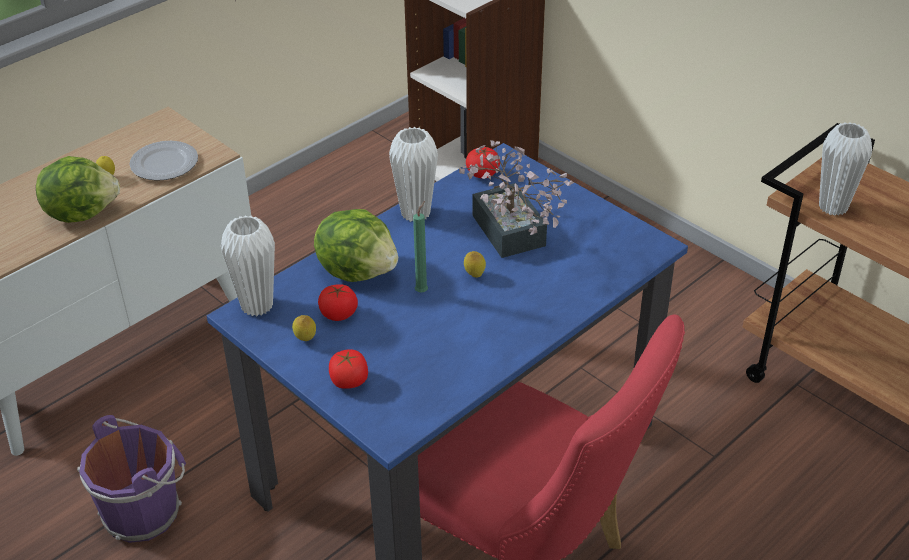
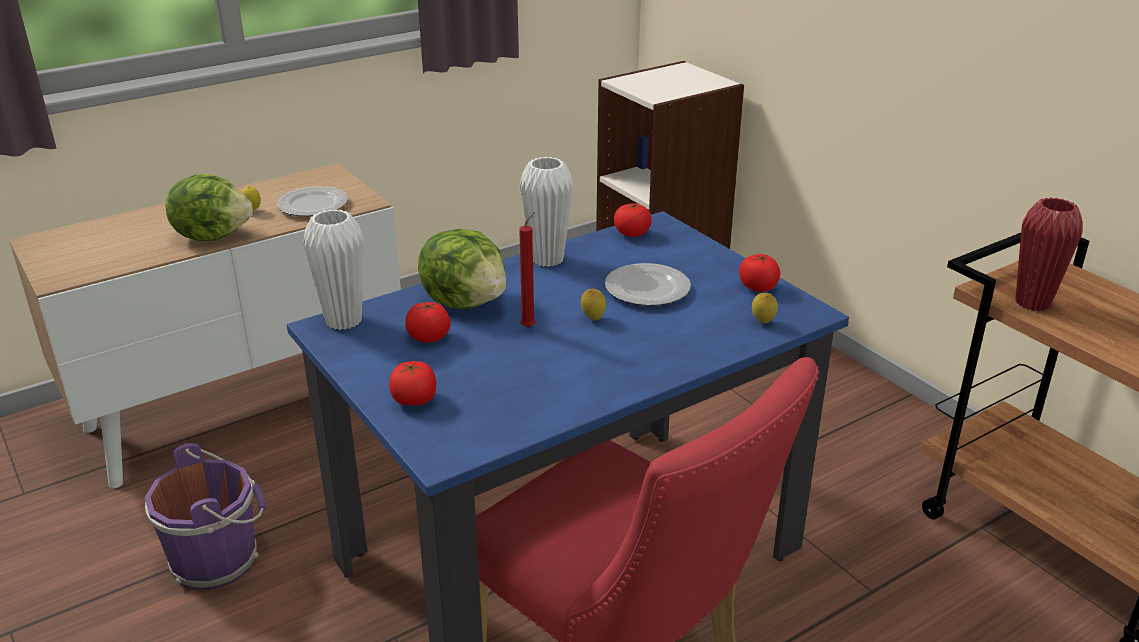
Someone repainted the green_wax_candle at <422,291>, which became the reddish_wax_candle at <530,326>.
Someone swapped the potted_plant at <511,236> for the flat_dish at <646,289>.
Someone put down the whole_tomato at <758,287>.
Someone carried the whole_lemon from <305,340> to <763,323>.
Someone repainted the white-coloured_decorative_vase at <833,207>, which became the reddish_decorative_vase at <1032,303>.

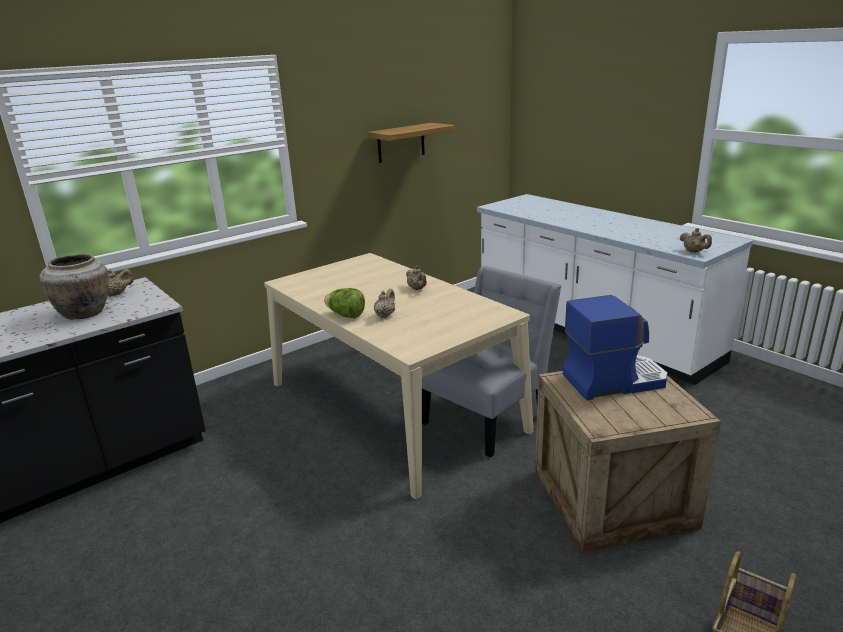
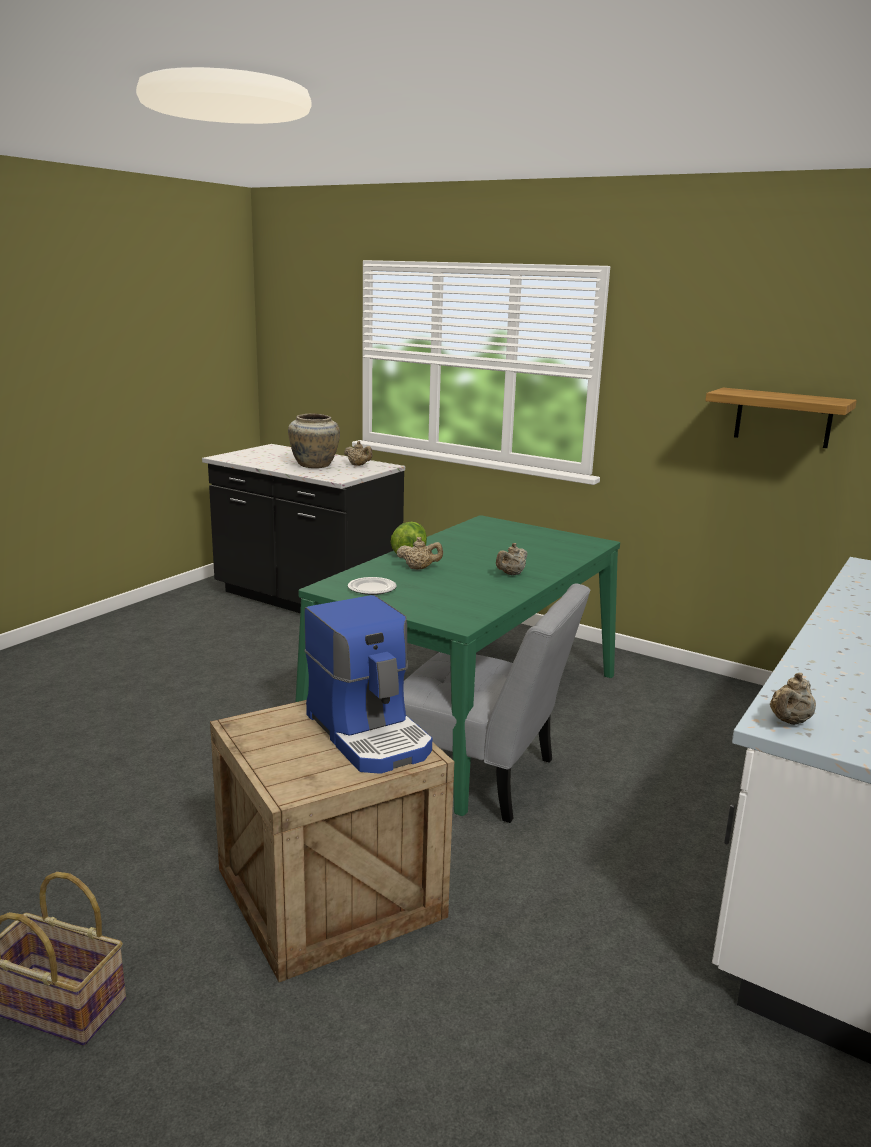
Someone repainted the beige_kitchen_table at <393,406>, which became the green_kitchen_table at <468,708>.
Someone put down the flat_dish at <371,588>.

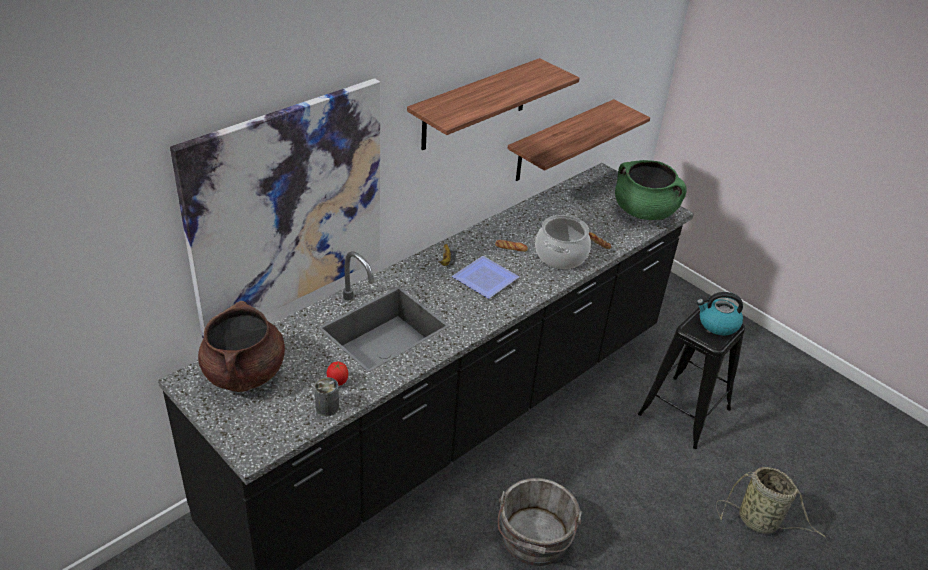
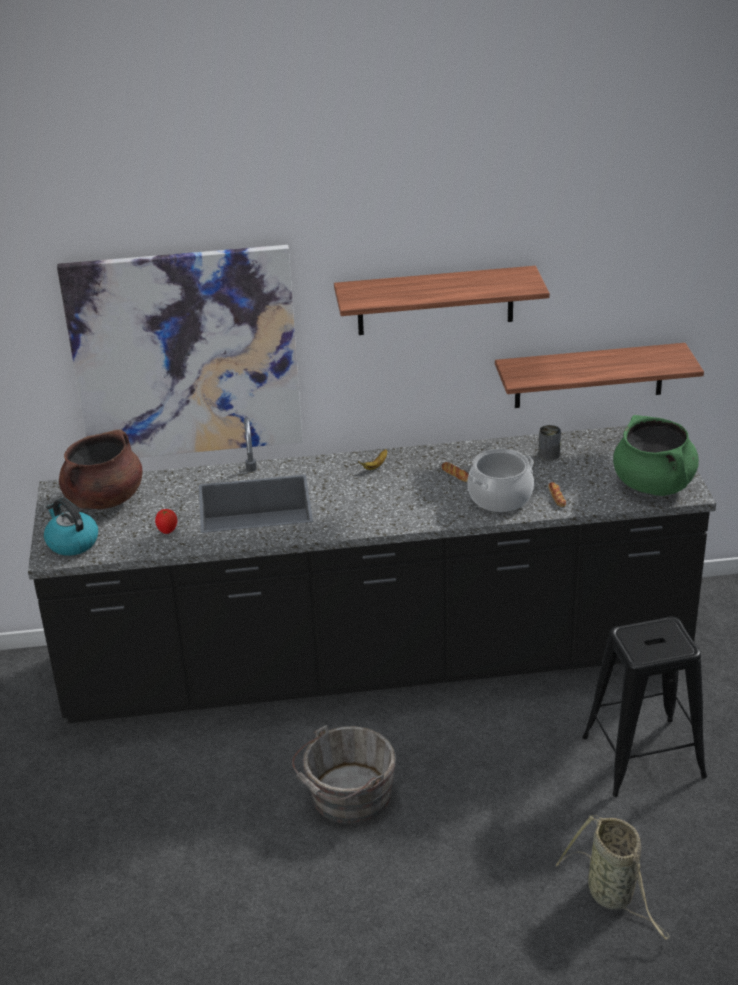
Someone carried the tea_kettle from <717,324> to <72,543>.
Someone carried the metal_can from <327,407> to <549,455>.
Someone took away the flat_dish at <483,279>.

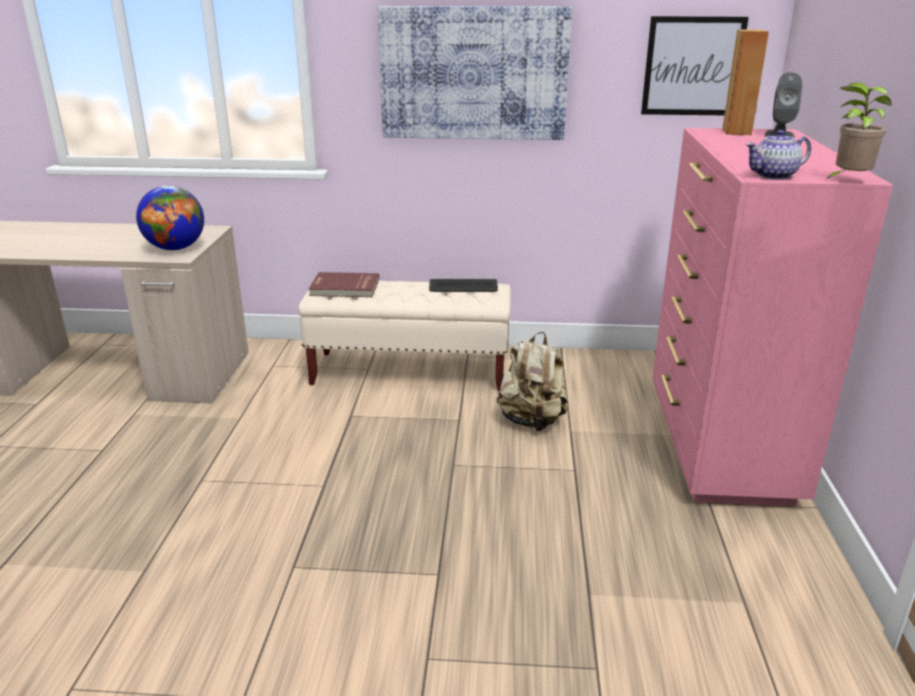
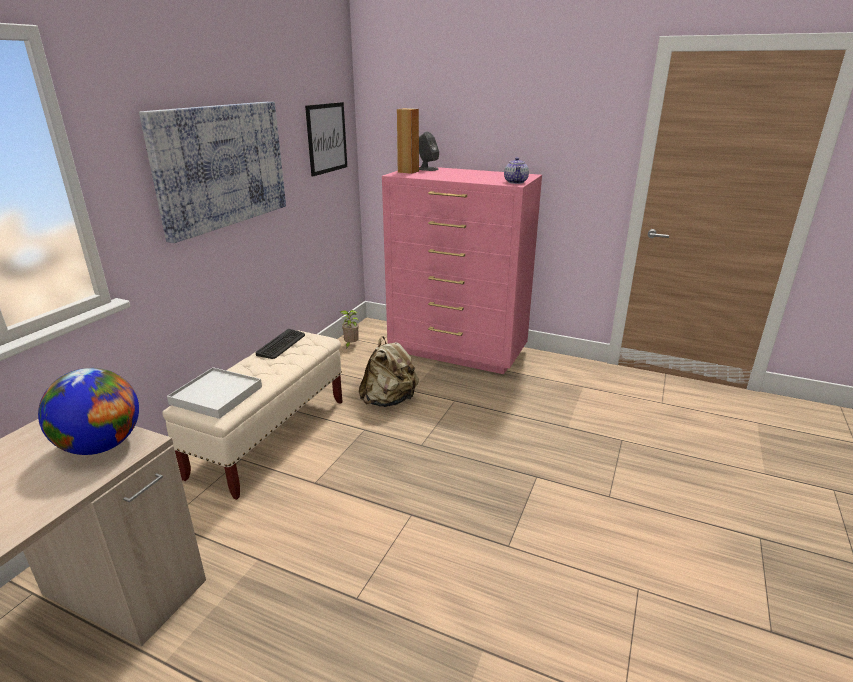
Someone swapped the reddish_volume at <344,288> for the white-coloured_carrying_tray at <217,395>.
Someone carried the potted_plant from <847,181> to <350,345>.

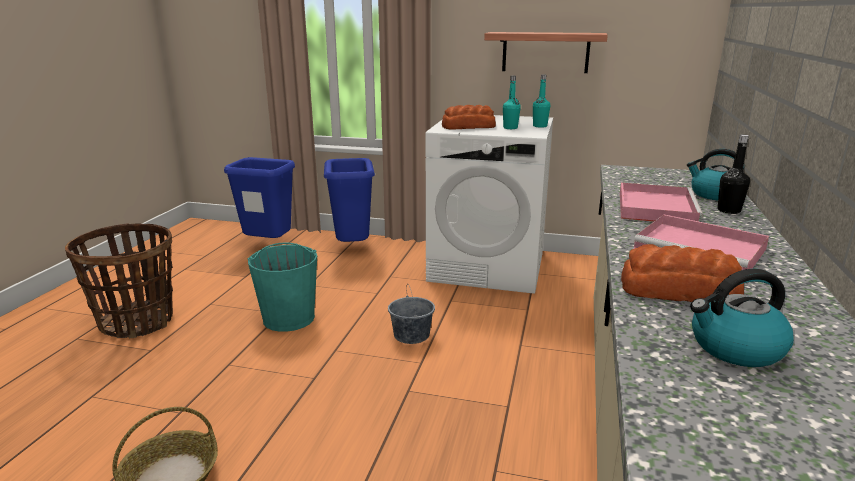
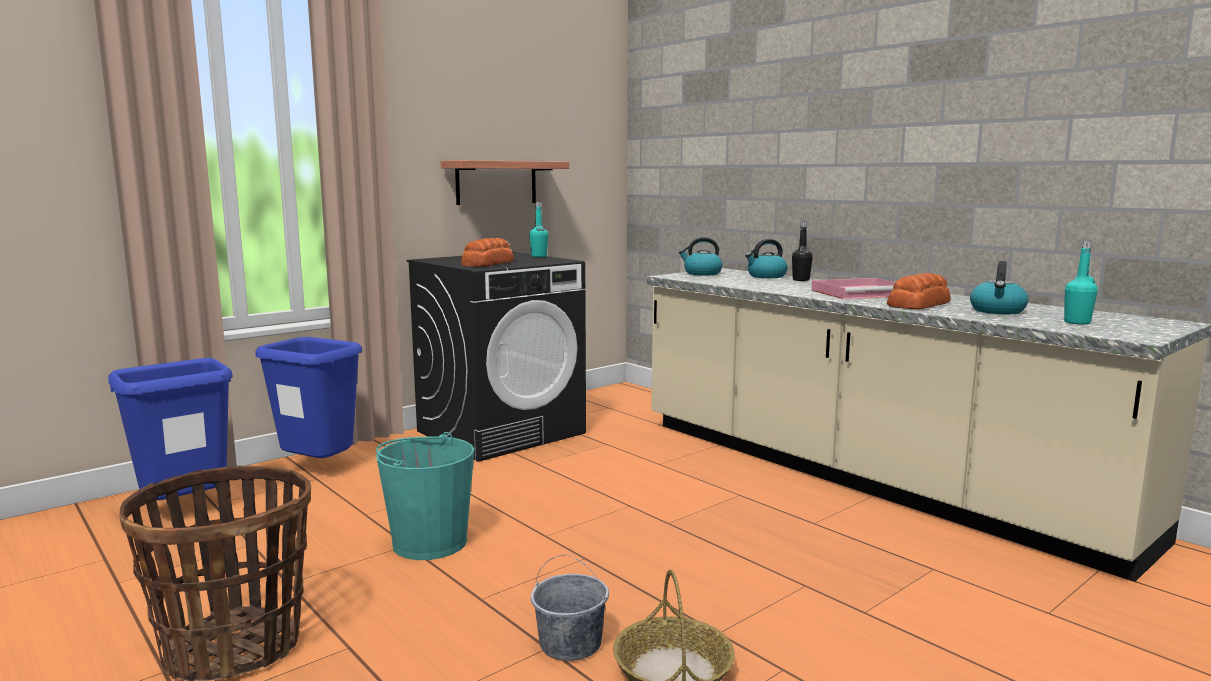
Someone repainted the white-coloured_laundry_machine at <488,267>, which became the black-coloured_laundry_machine at <501,432>.
Someone carried the gray_pail from <411,335> to <571,644>.
Someone put down the tea_kettle at <702,273>.
Someone carried the turquoise_beverage_bottle from <510,128> to <1077,322>.
Someone took away the pink-coloured_carrying_tray at <655,207>.

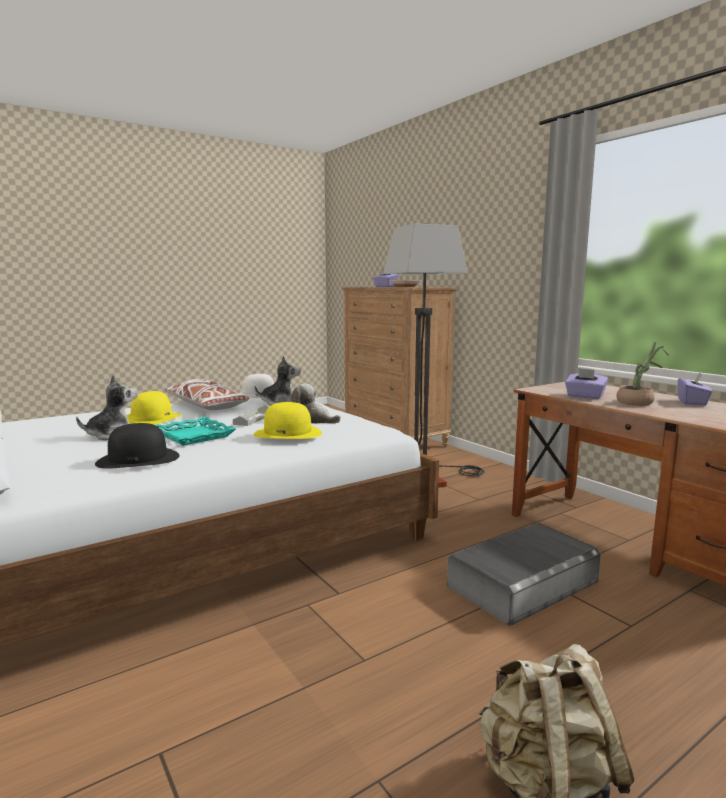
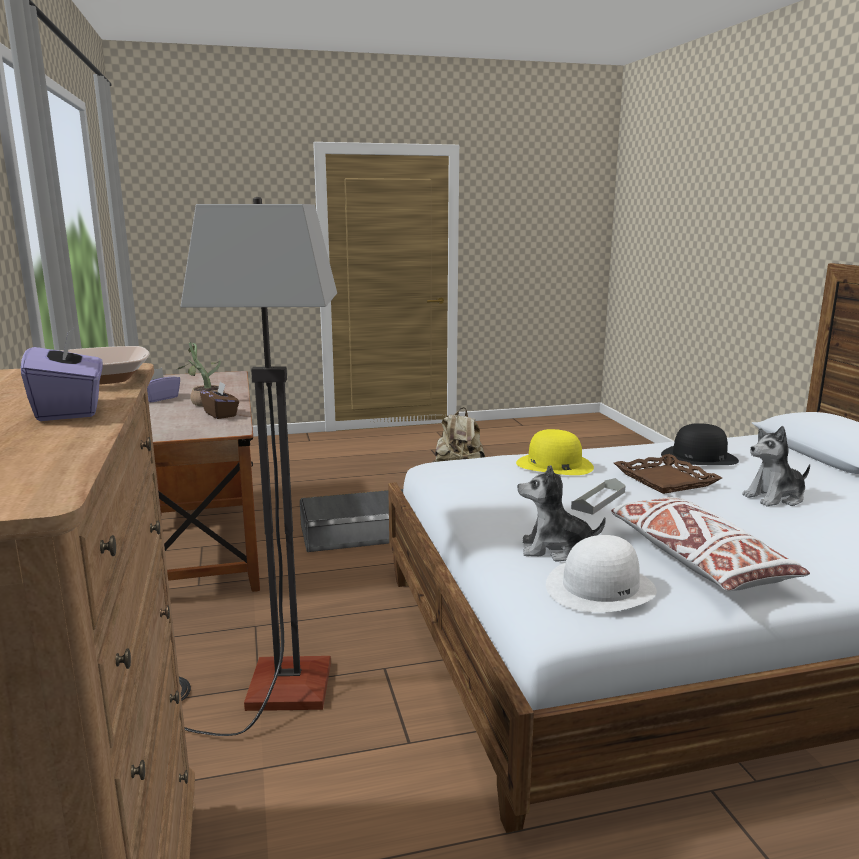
Someone repainted the purple-coloured_box_of_tissues at <584,396>, which became the brownish_box_of_tissues at <221,414>.
Someone repainted the turquoise_carrying_tray at <193,436>, which became the brownish_carrying_tray at <666,480>.
Someone took away the yellow_wearable_hat at <152,418>.
Someone took away the soft_toy at <313,420>.

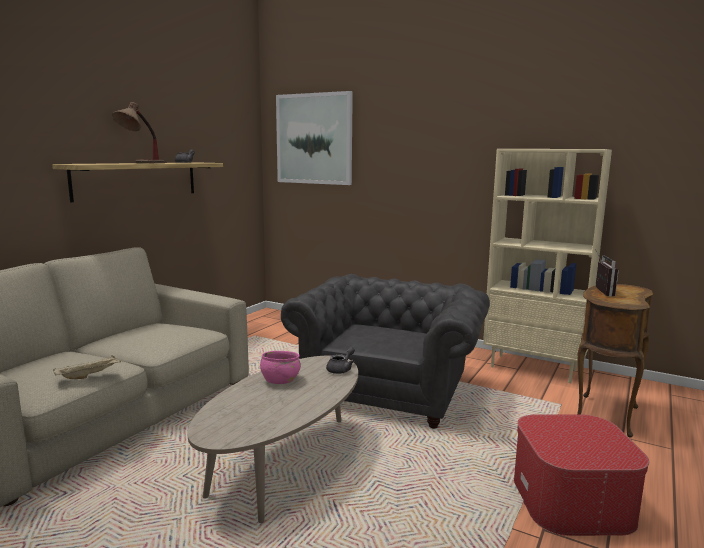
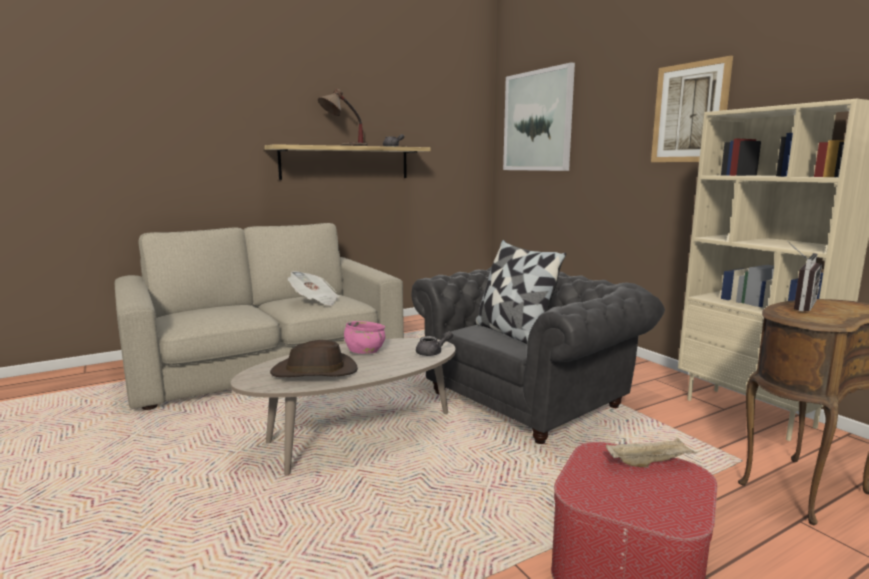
Someone put down the brownish_wearable_hat at <315,372>.
Someone put down the newspaper at <315,301>.
Someone put down the cushion at <513,333>.
Someone carried the beige_carrying_tray from <89,375> to <649,463>.
Someone put up the picture at <689,113>.

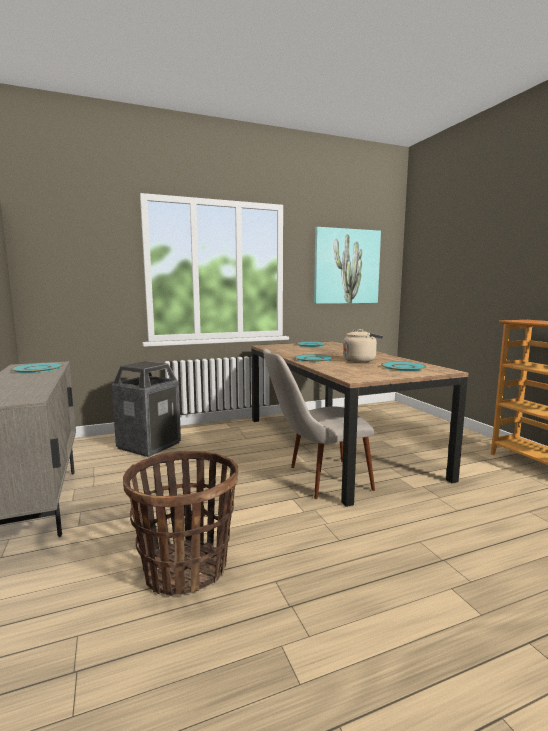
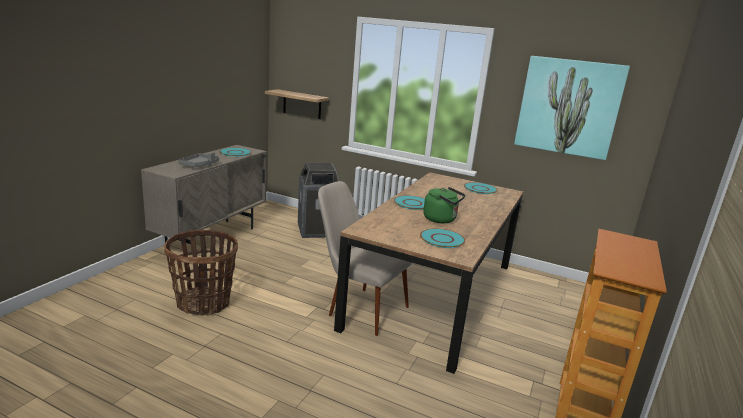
Someone put down the gray_carrying_tray at <199,165>.
Someone put up the bracket_shelf at <302,104>.
Someone repainted the beige_tea_kettle at <361,360>, which became the green_tea_kettle at <441,219>.

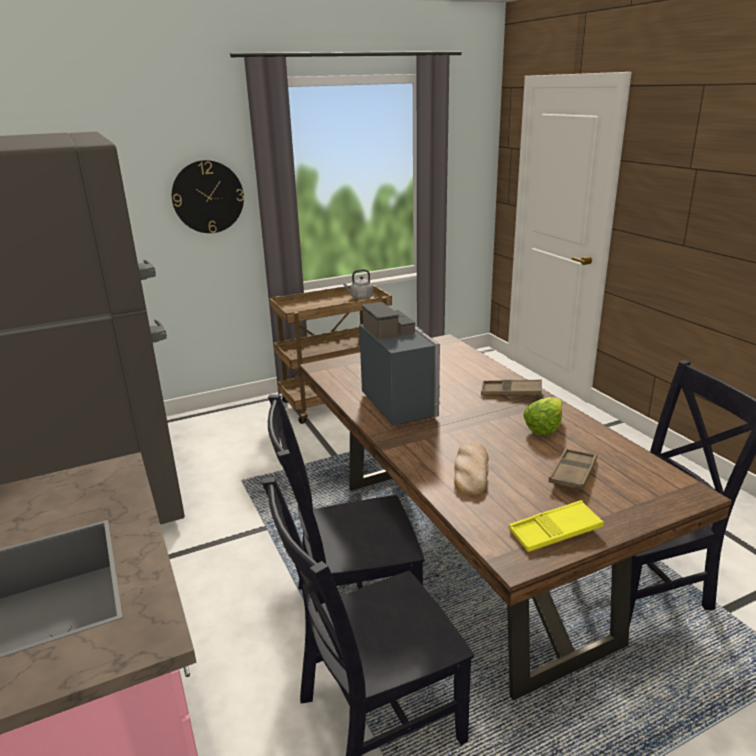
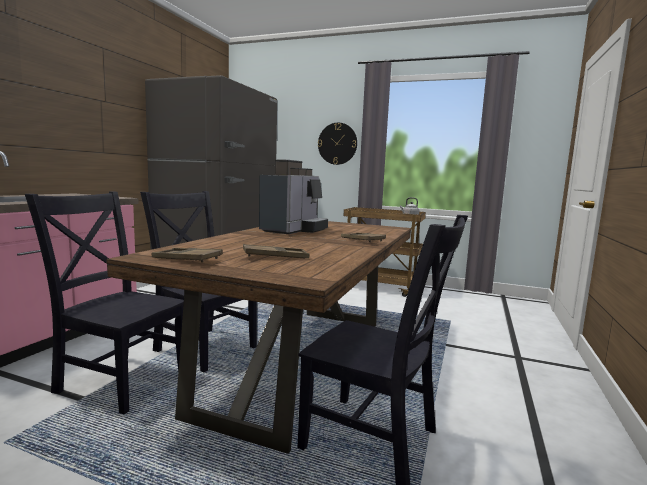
Someone repainted the yellow_carrying_tray at <555,531>, which became the brownish_carrying_tray at <187,259>.
Someone took away the bread at <471,471>.
Someone took away the lettuce_head at <543,427>.

